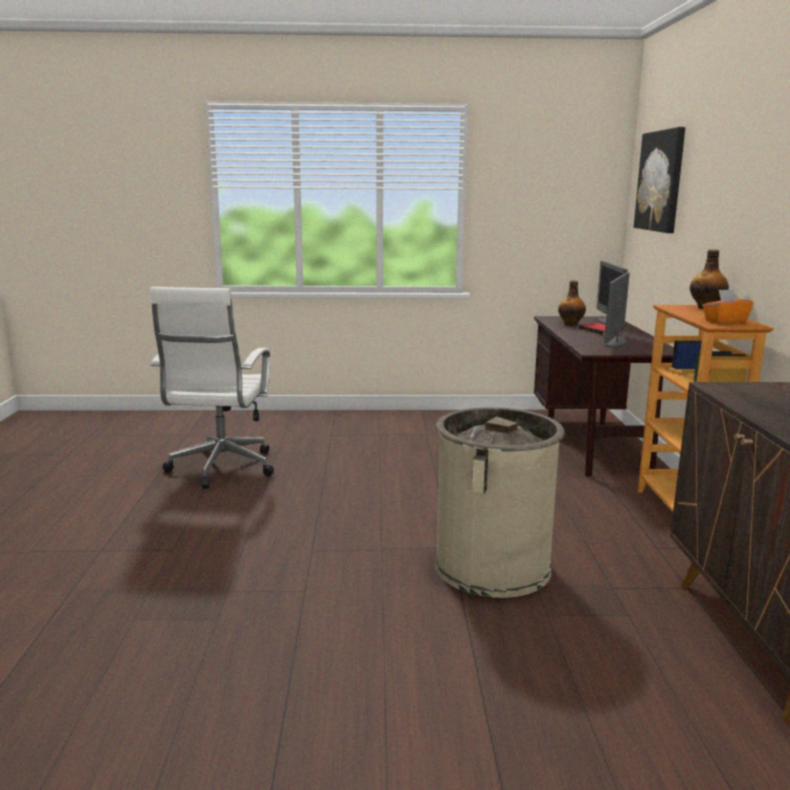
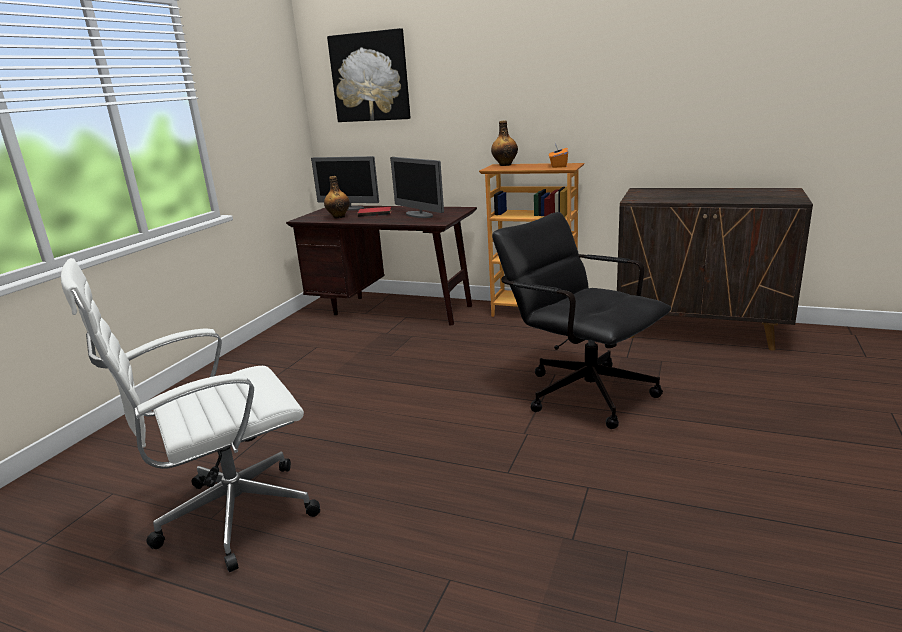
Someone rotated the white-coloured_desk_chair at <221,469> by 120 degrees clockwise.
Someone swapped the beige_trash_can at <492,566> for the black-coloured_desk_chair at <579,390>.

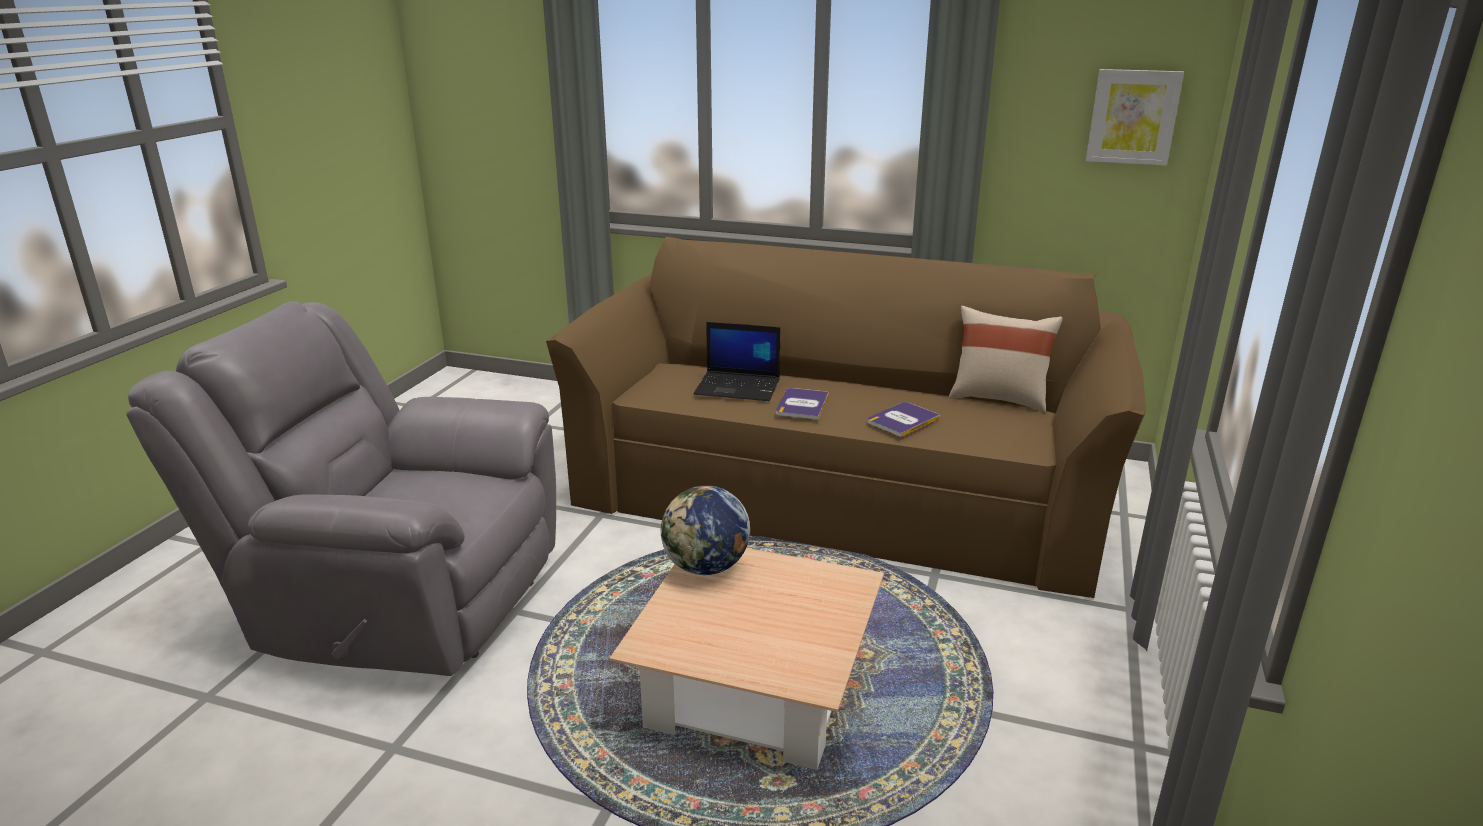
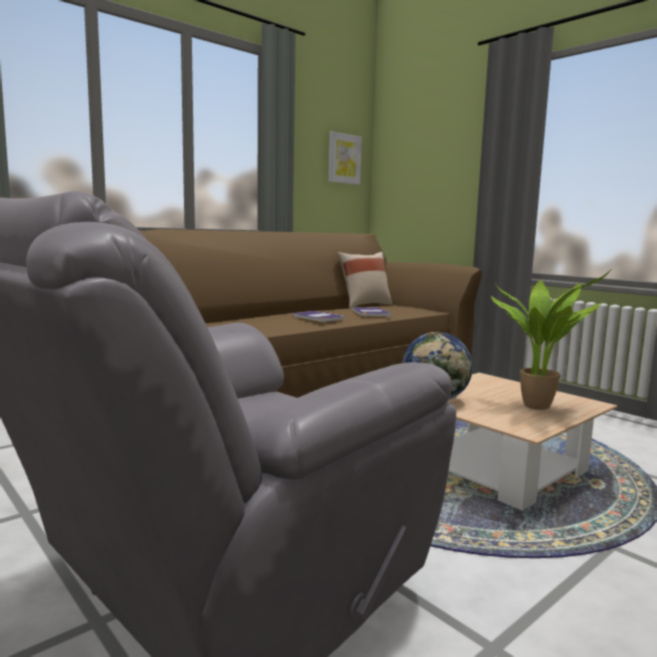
Someone put down the potted_plant at <539,406>.
Someone took away the portable_computer at <739,387>.

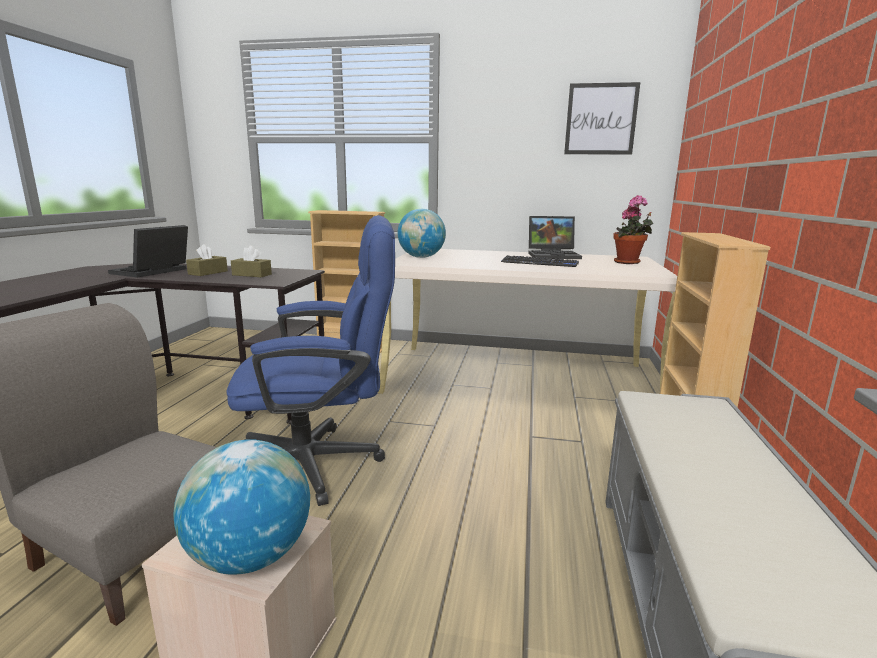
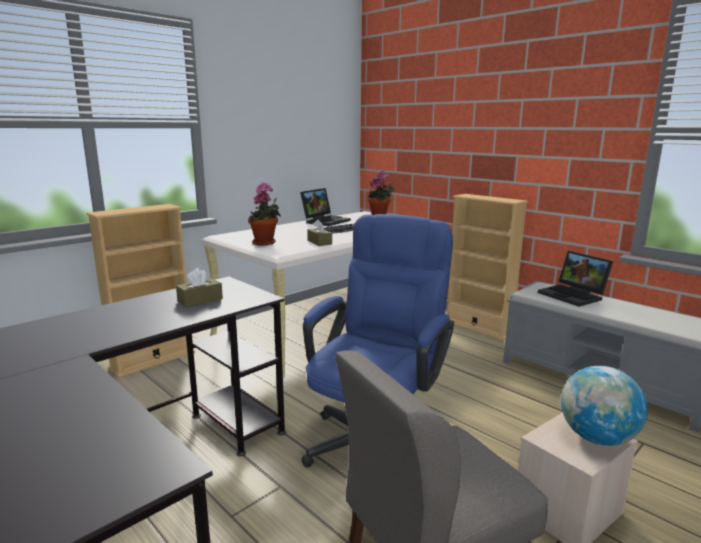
Someone swapped the world_globe at <421,257> for the potted_plant at <265,243>.
Someone carried the brownish_box_of_tissues from <208,272> to <319,242>.
Someone carried the portable_computer from <151,272> to <574,296>.
Someone took away the picture at <601,119>.

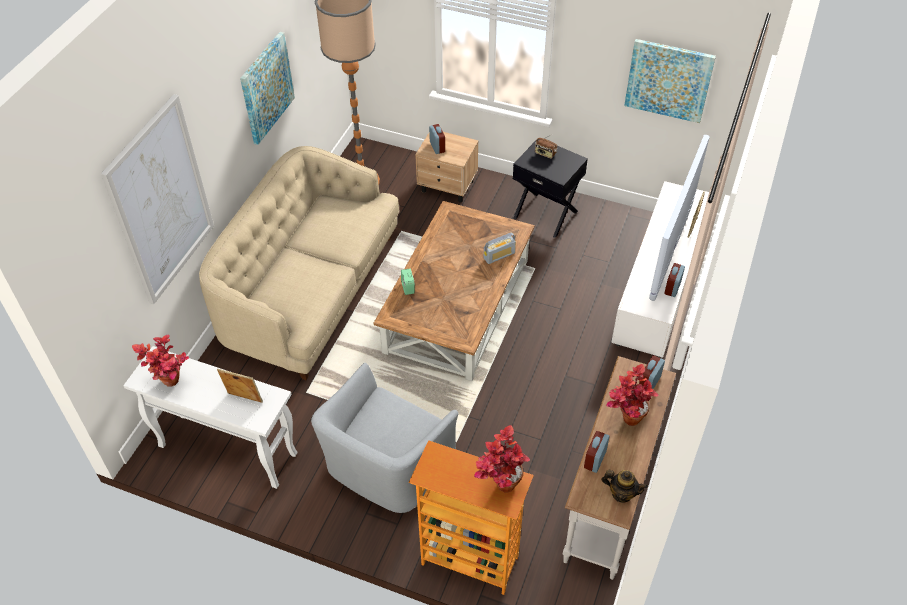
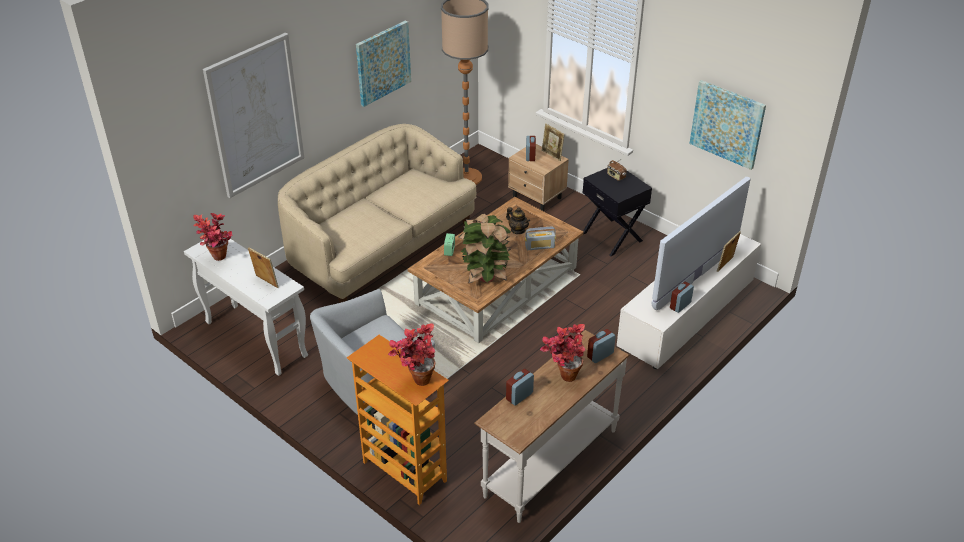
Someone put down the potted_plant at <485,276>.
Someone carried the tea_pot from <621,493> to <517,230>.
Someone put down the standing_frame at <552,155>.

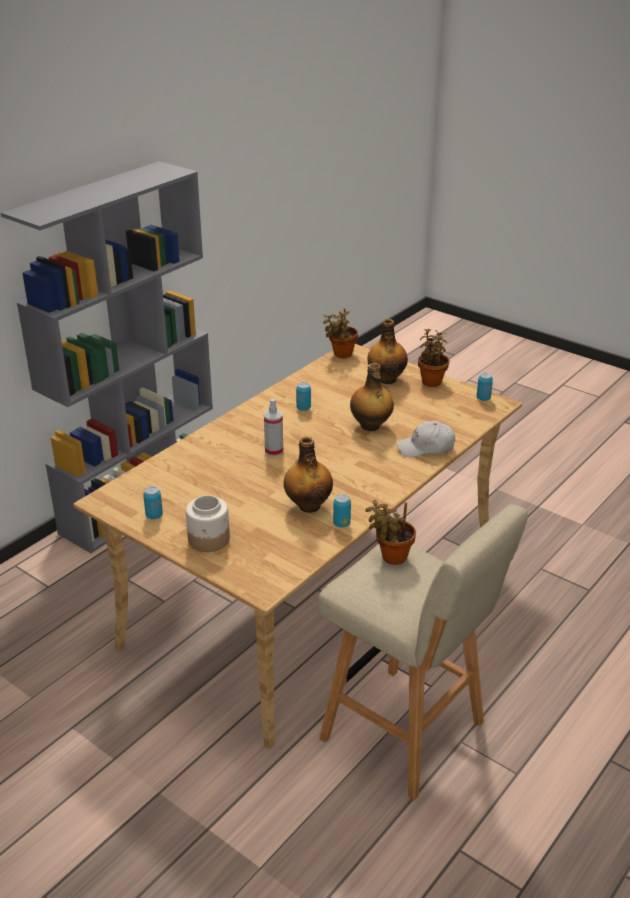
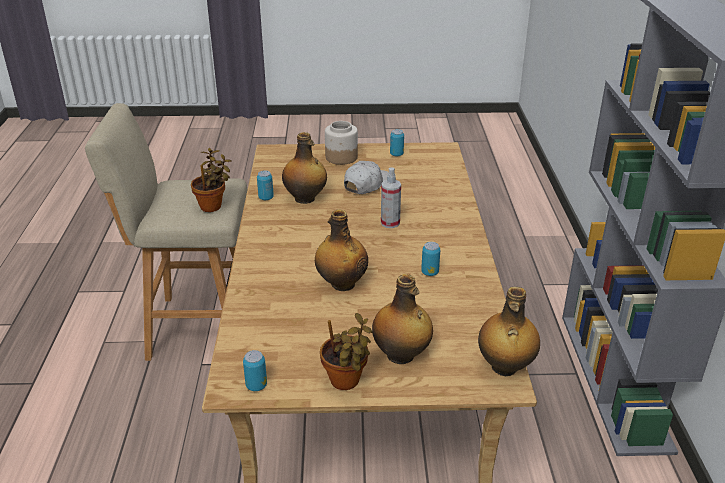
Someone carried the white-coloured_peaked_cap from <426,447> to <367,185>.
Someone swapped the potted_plant at <341,354> for the beverage_bottle at <504,367>.

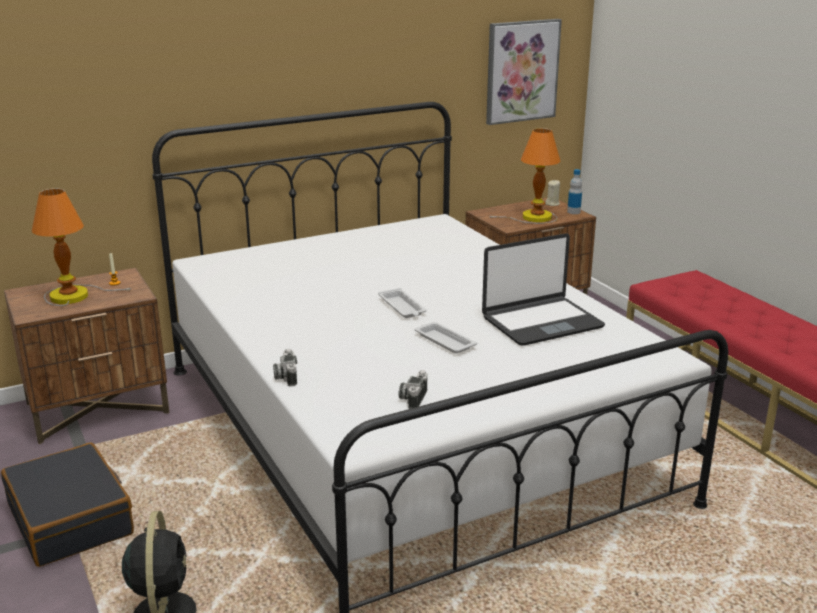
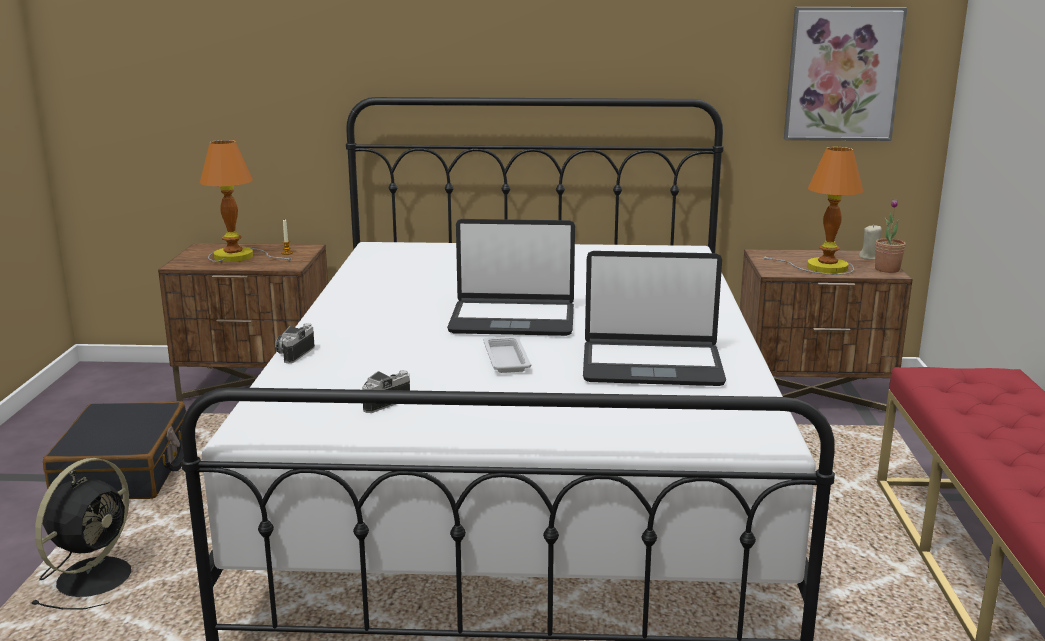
Someone swapped the white-coloured_carrying_tray at <402,307> for the portable_computer at <512,320>.
Someone swapped the beverage_bottle at <573,212> for the potted_plant at <887,269>.

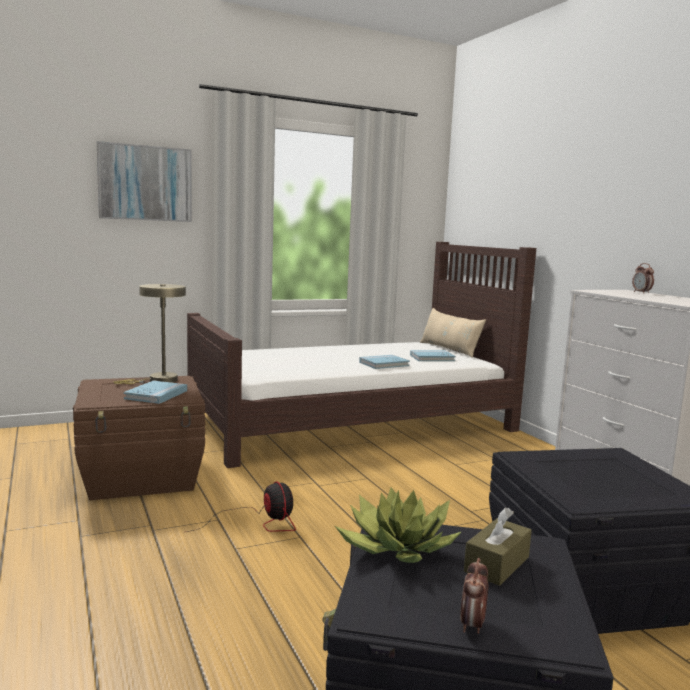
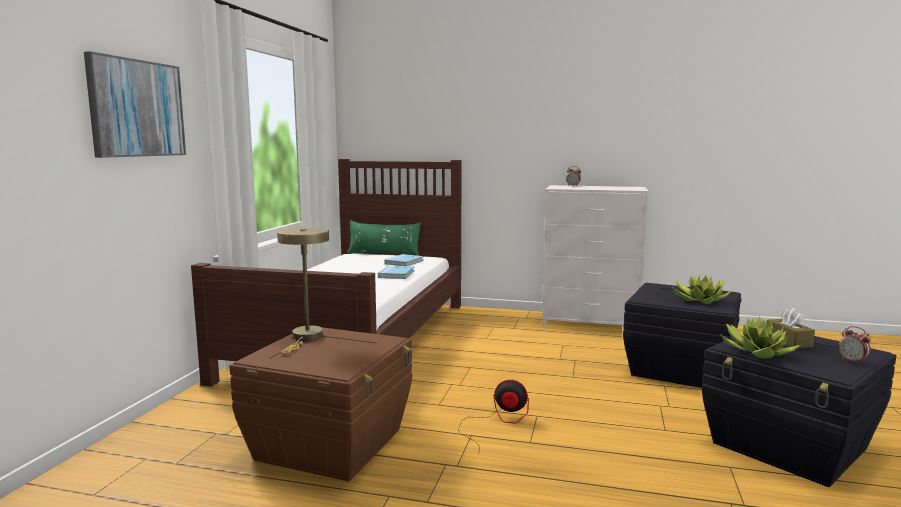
Someone repainted the beige_cushion at <449,349>, which became the green_cushion at <384,254>.
Someone put down the potted_plant at <698,300>.
Someone took away the bluish_volume at <156,395>.

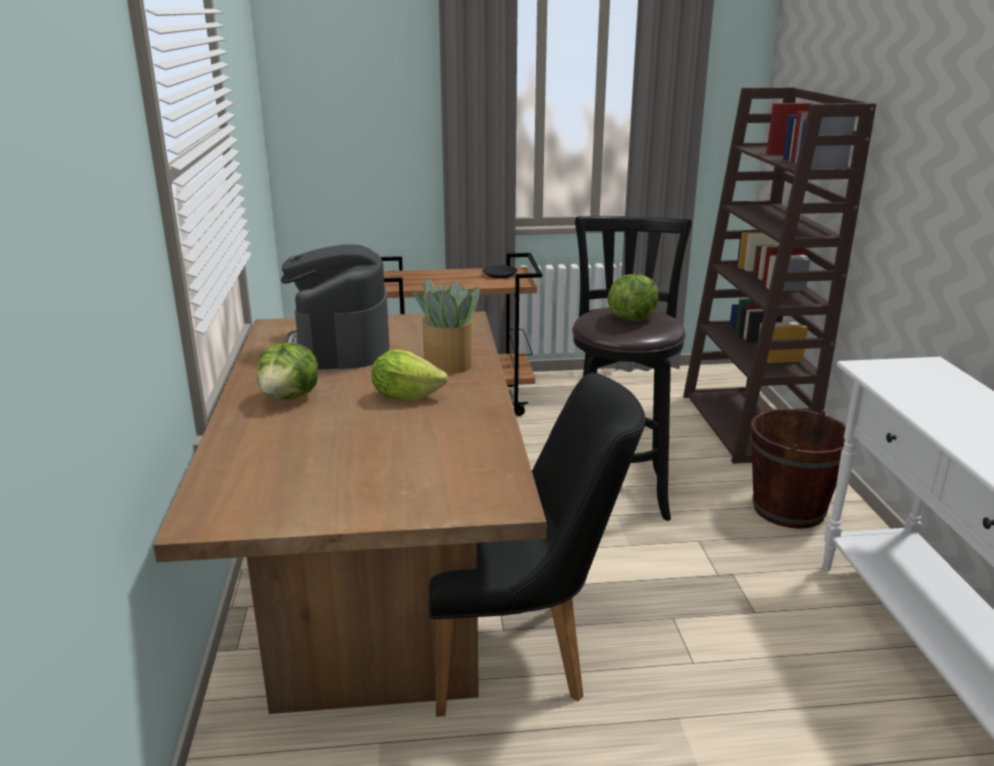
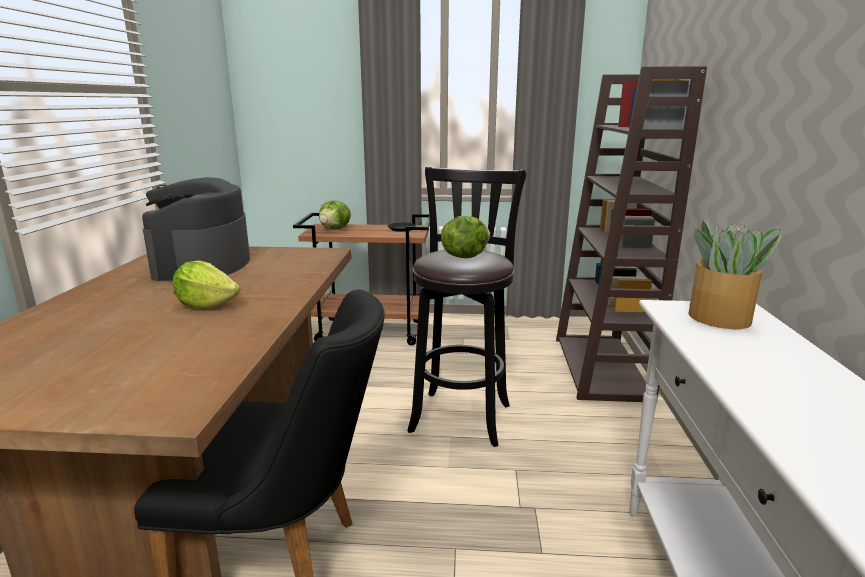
Someone carried the lettuce_head from <290,397> to <335,229>.
Someone carried the potted_plant from <448,364> to <720,318>.
Someone took away the brownish_pail at <788,509>.

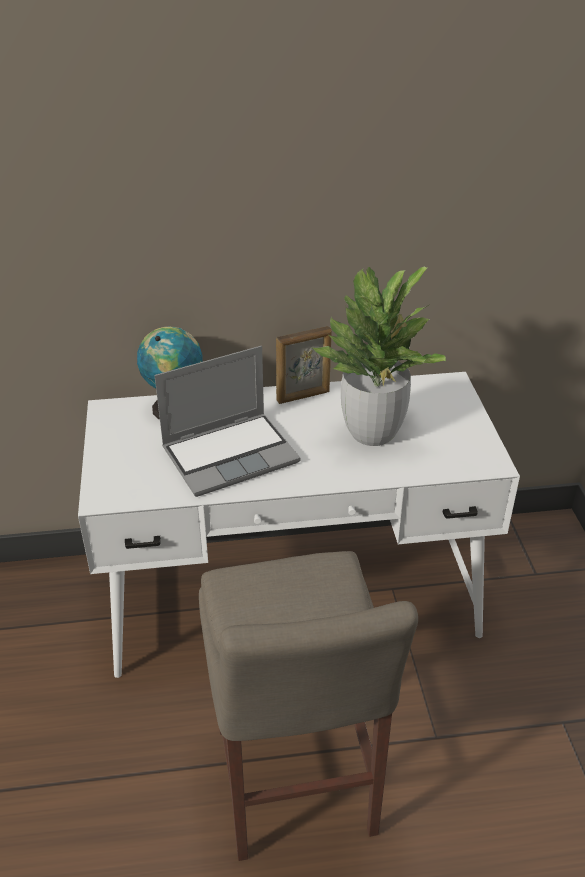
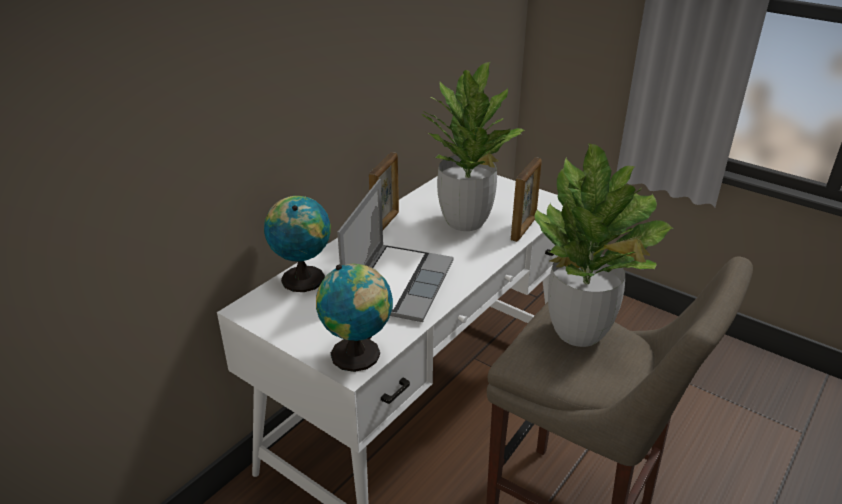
Someone put down the world_globe at <359,355>.
Someone put down the standing_frame at <523,229>.
Someone put down the potted_plant at <579,332>.

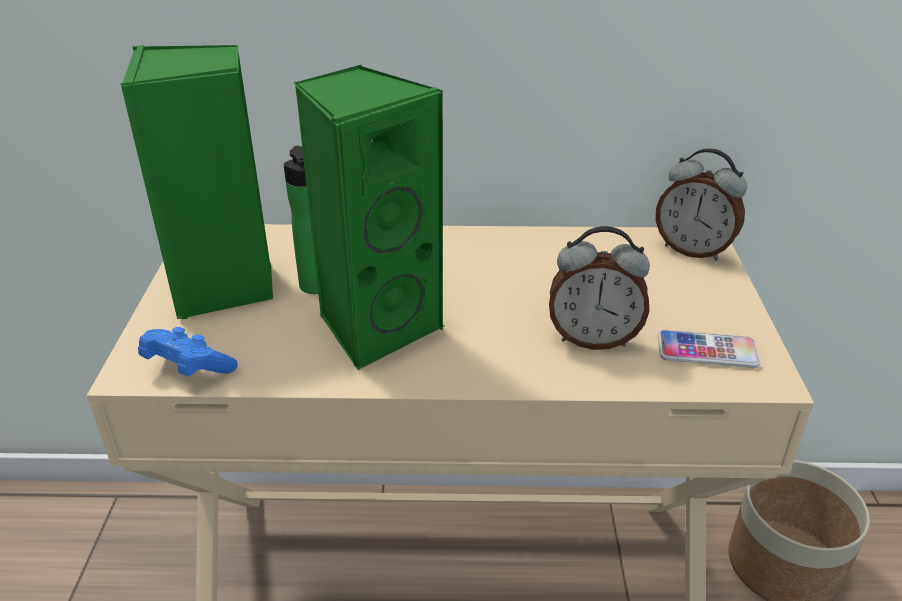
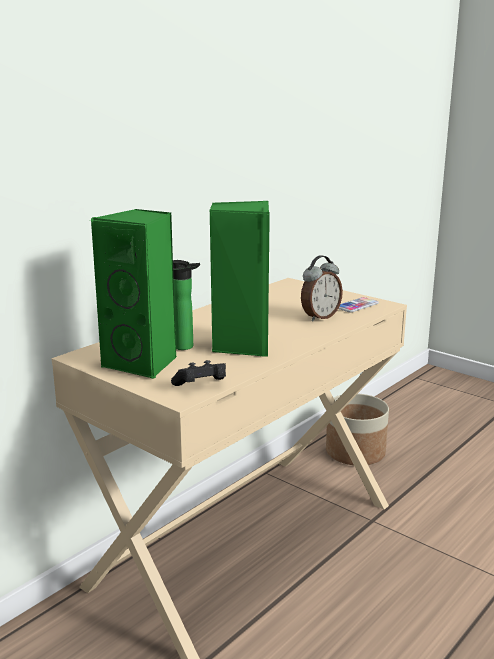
Someone repainted the bluish_game_controller at <188,369>, which became the black-coloured_game_controller at <201,386>.
Someone took away the bedside_clock at <693,250>.

